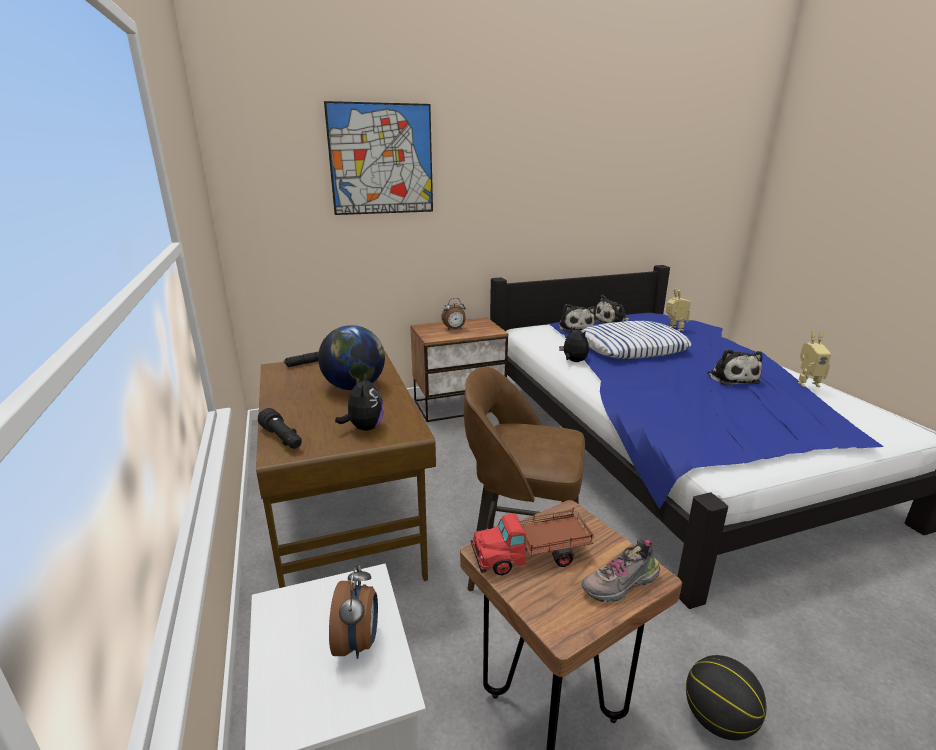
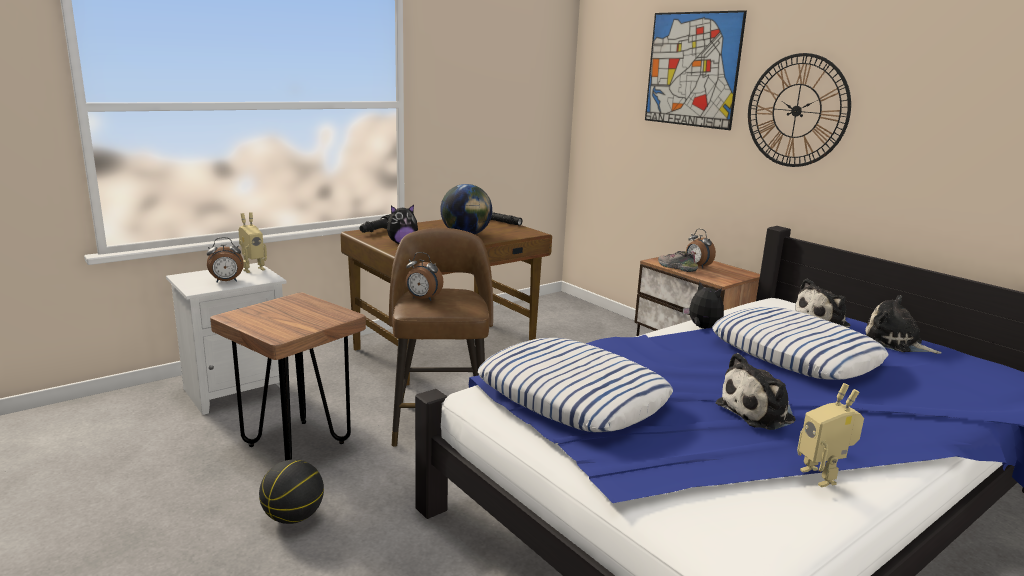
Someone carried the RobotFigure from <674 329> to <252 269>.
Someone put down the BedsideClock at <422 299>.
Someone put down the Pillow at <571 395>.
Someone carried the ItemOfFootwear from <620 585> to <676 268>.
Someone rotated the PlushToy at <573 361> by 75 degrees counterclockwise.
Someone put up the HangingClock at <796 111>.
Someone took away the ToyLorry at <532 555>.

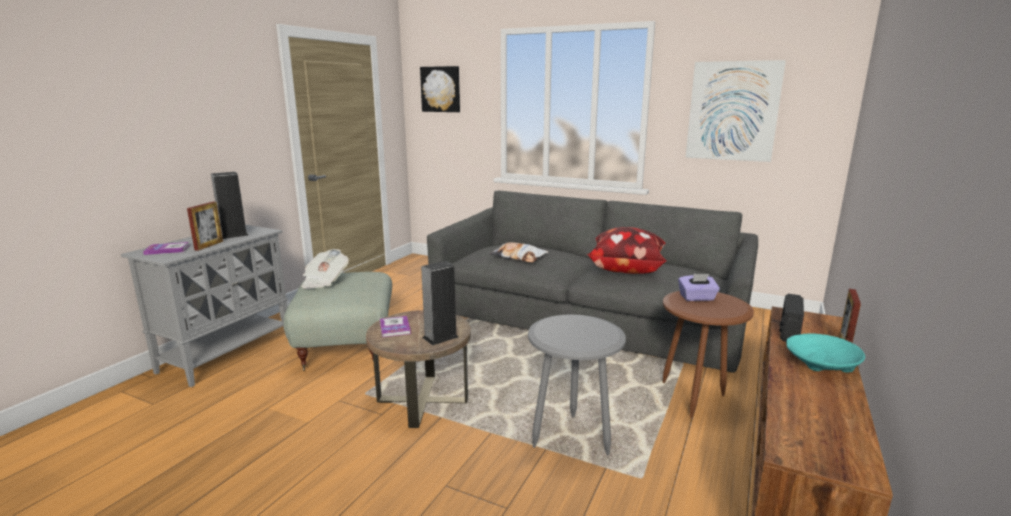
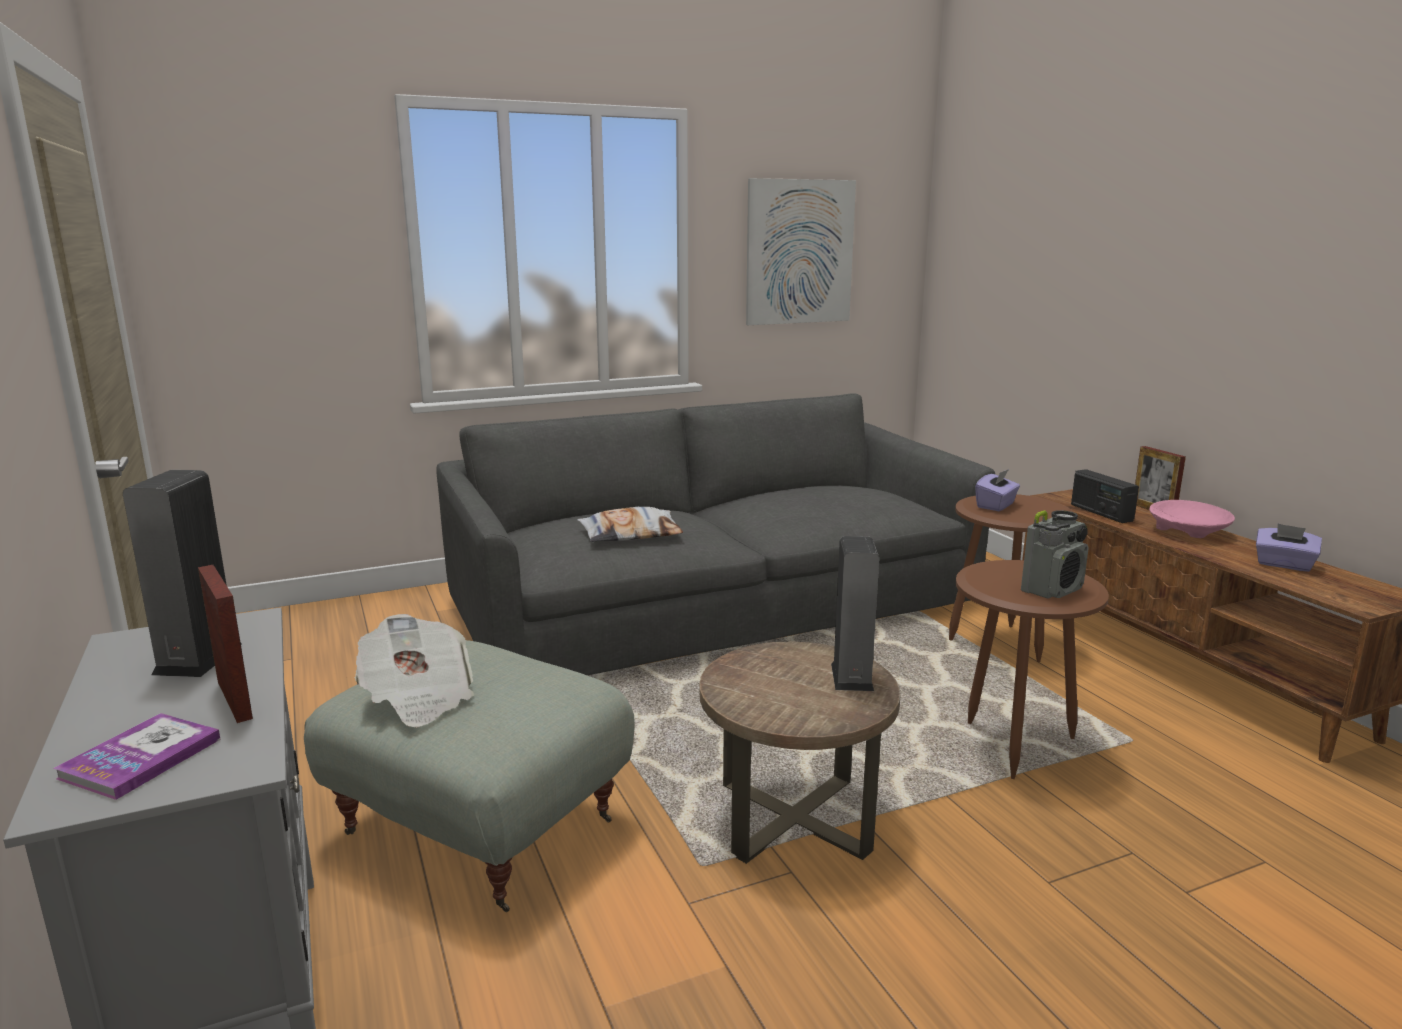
Someone repainted the GraySideTable at <571 437>, which became the BrownColouredSideTable at <1012 744>.
Someone put down the RadioSet at <1052 589>.
Someone repainted the TurquoiseColouredDeepDish at <822 364>, which became the PinkColouredDeepDish at <1189 531>.
Someone put down the PurpleTissueHolder at <1283 564>.
Someone took away the Volume at <395 327>.
Someone took away the WallPicture at <441 89>.
Someone took away the Pillow at <625 269>.

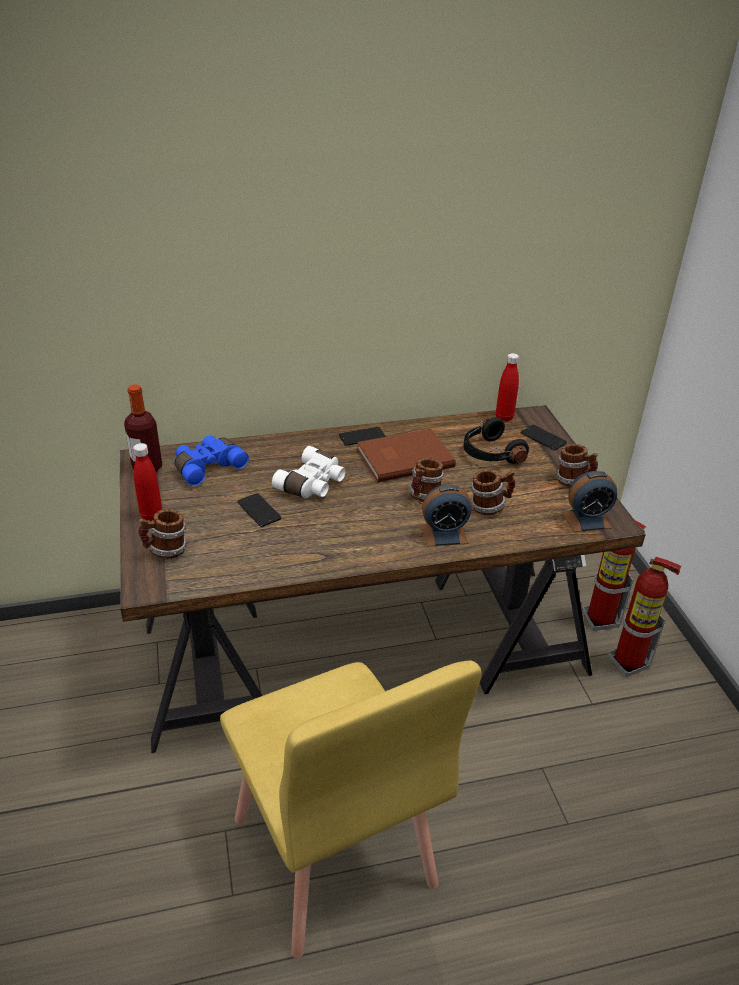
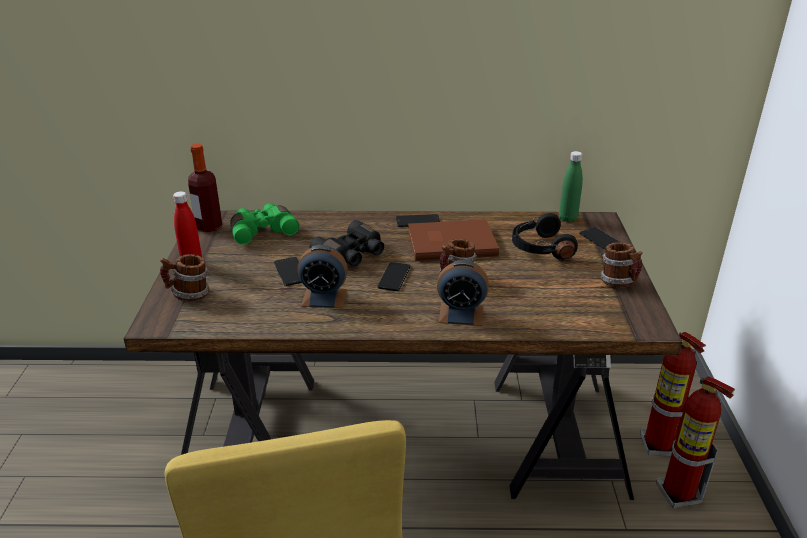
Someone repainted the BlueColouredPairOfBinoculars at <207 466>, which became the GreenPairOfBinoculars at <262 231>.
Someone carried the BedsideClock from <586 520> to <324 298>.
Someone repainted the WhiteColouredPairOfBinoculars at <313 484>, which became the BlackPairOfBinoculars at <352 255>.
Someone put down the Handset at <394 277>.
Someone repainted the ReddishBeverageBottle at <504 417>, which became the GreenBeverageBottle at <567 219>.
Someone took away the TeaMug at <489 507>.

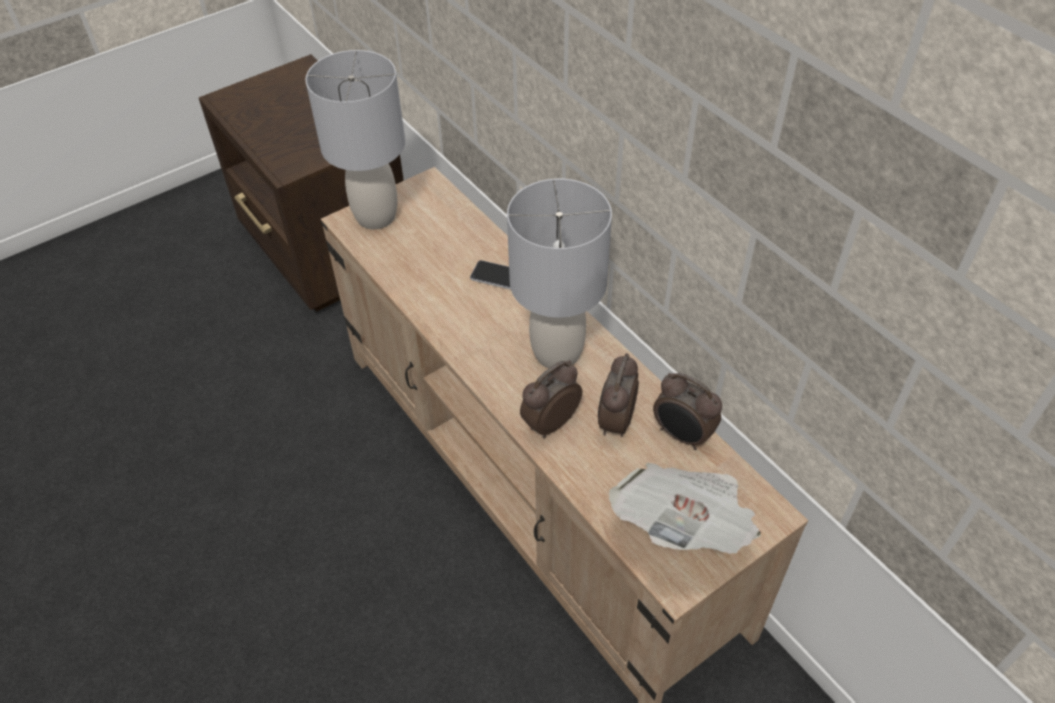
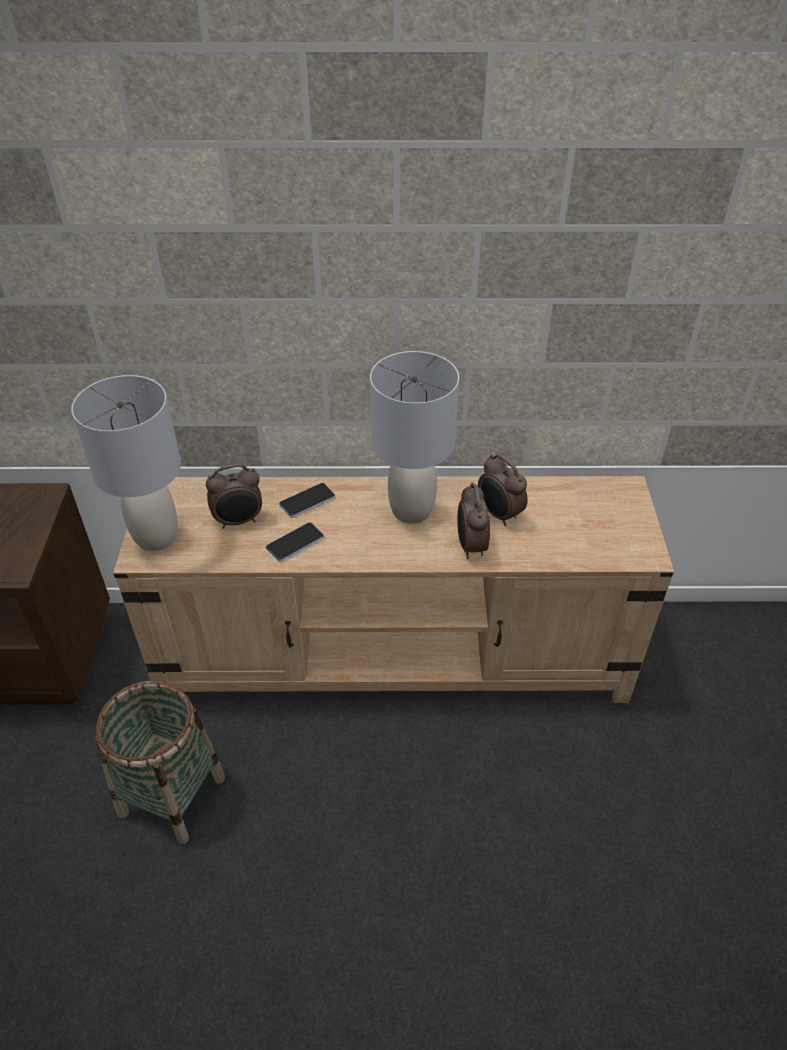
Someone put down the StorageBasket at <172 795>.
Someone carried the BedsideClock from <682 435> to <239 521>.
Someone put down the Handset at <295 543>.
Someone took away the PrintedPaper at <684 525>.

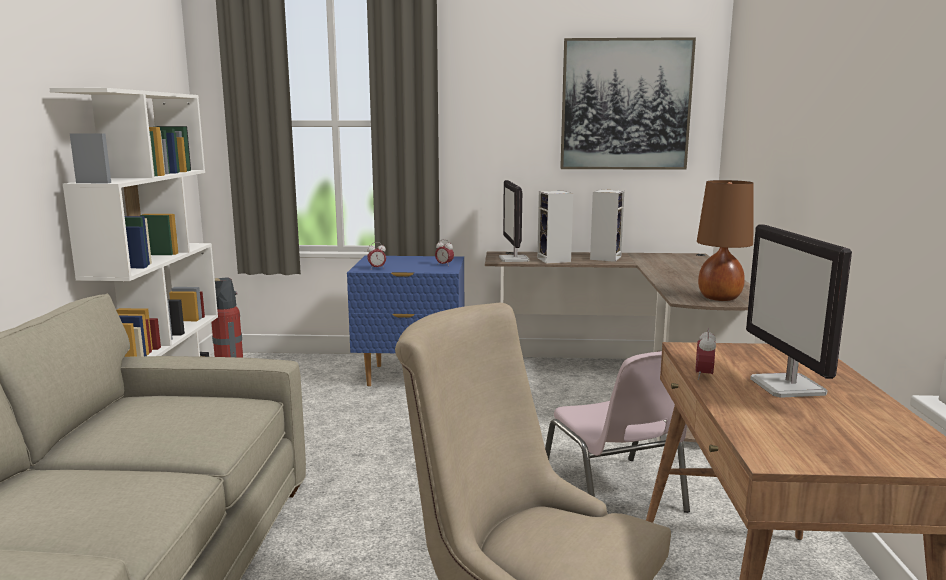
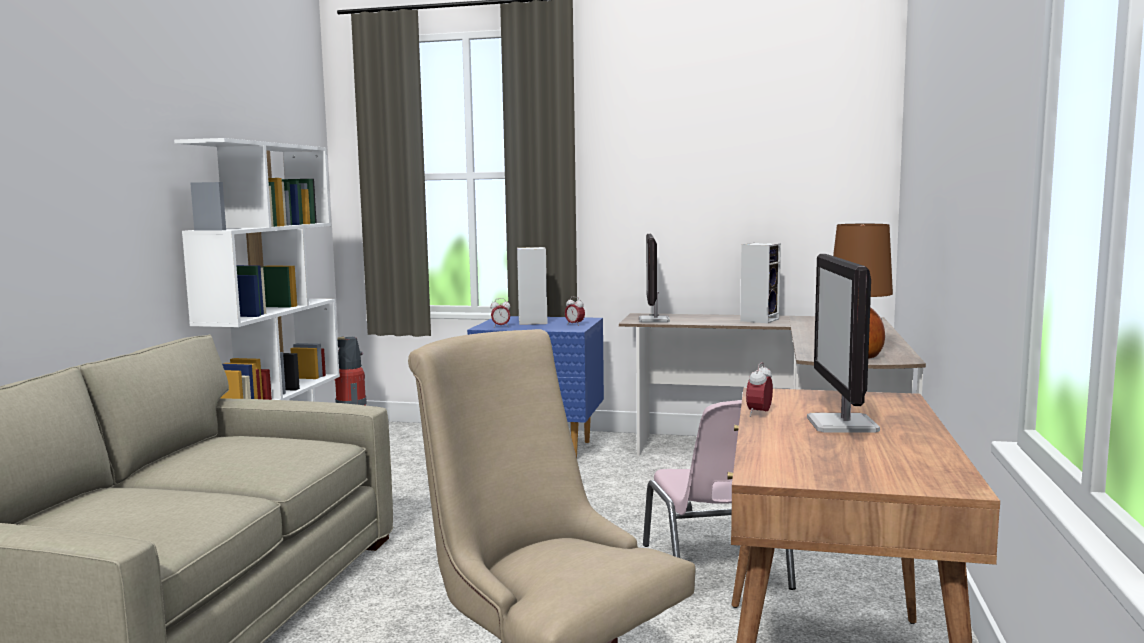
Someone carried the Loudspeaker from <555 260> to <533 322>.
Someone took away the WallPicture at <625 105>.

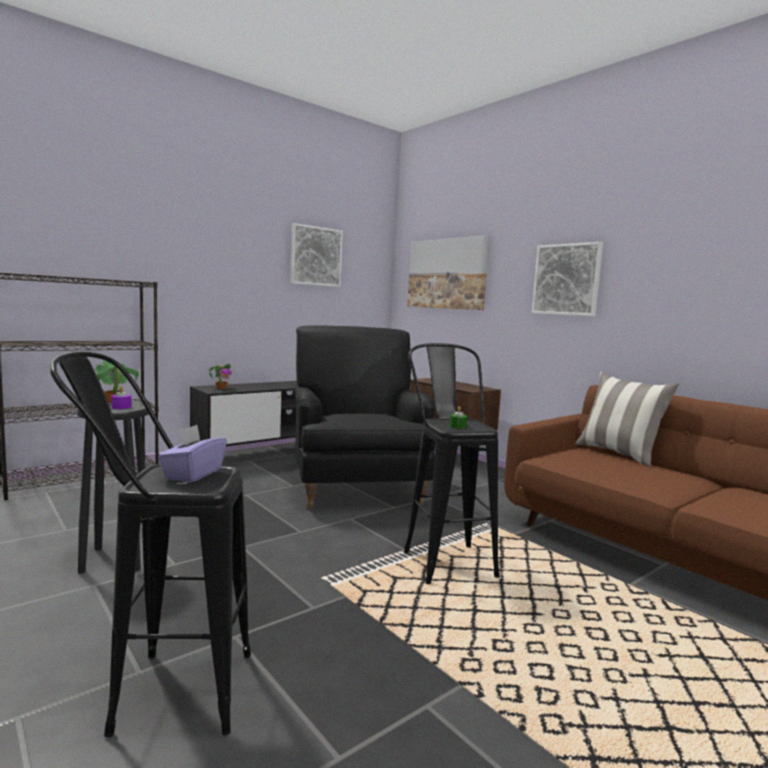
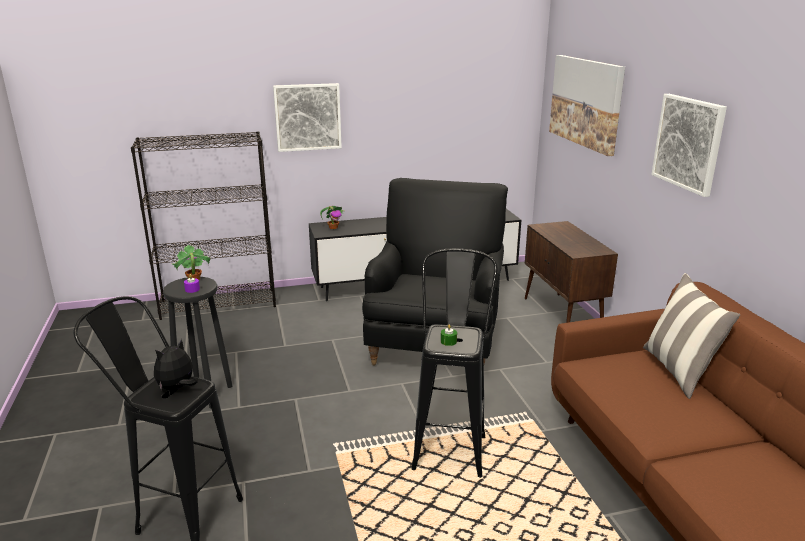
Someone swapped the PurpleTissueHolder at <193 474> for the PlushToy at <177 388>.
Someone carried the WallPicture from <315 256> to <308 117>.

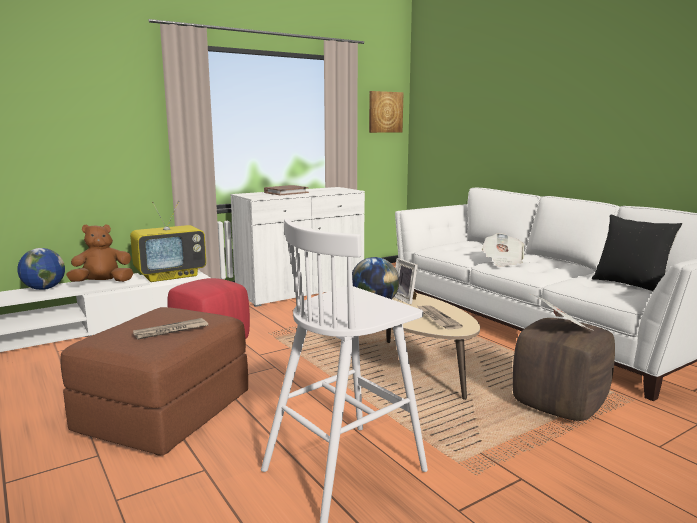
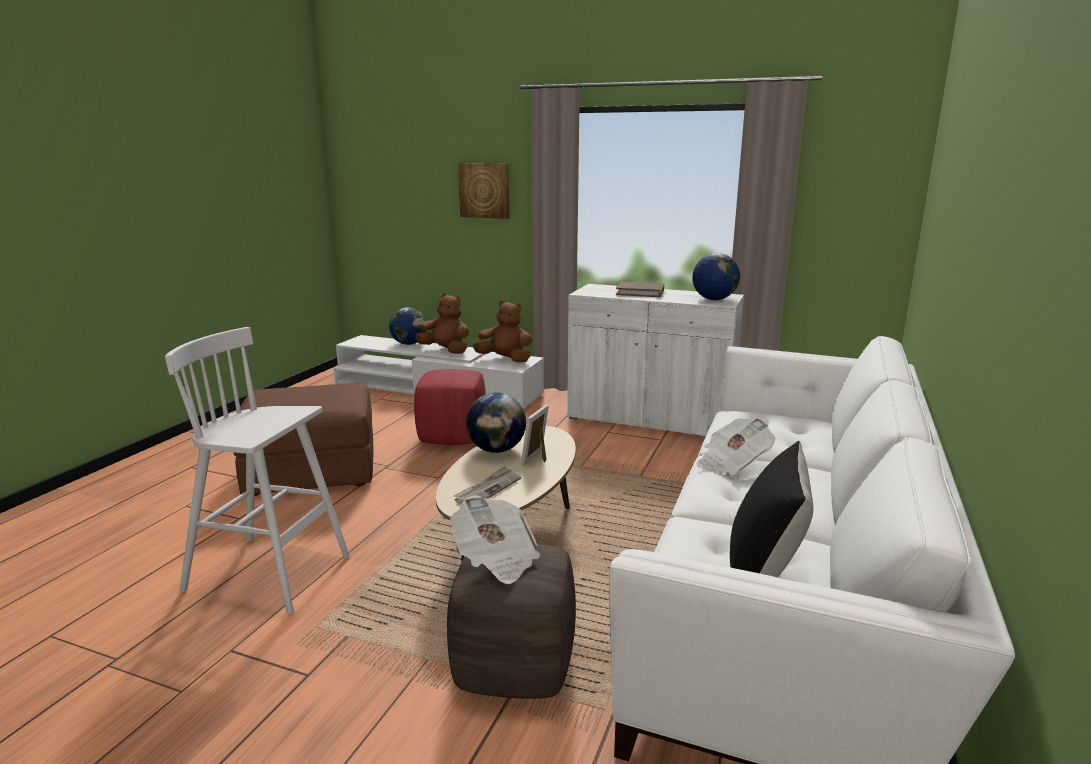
Someone carried the WallPicture from <385 112> to <484 190>.
Someone swapped the TvSet at <171 275> for the BrownColouredPlushToy at <505 359>.
Someone put down the WorldGlobe at <714 299>.
Someone took away the PrintedPaper at <170 331>.

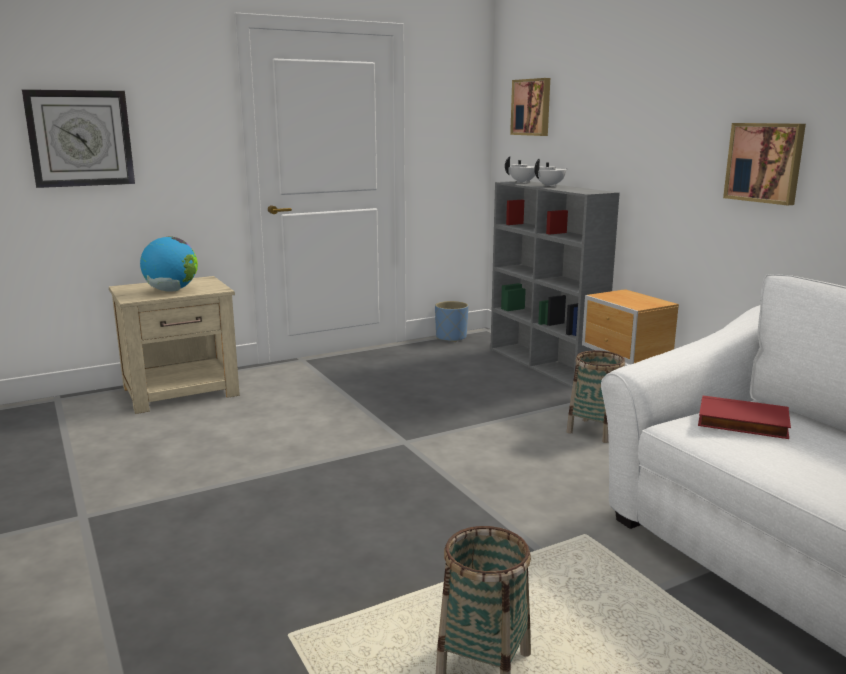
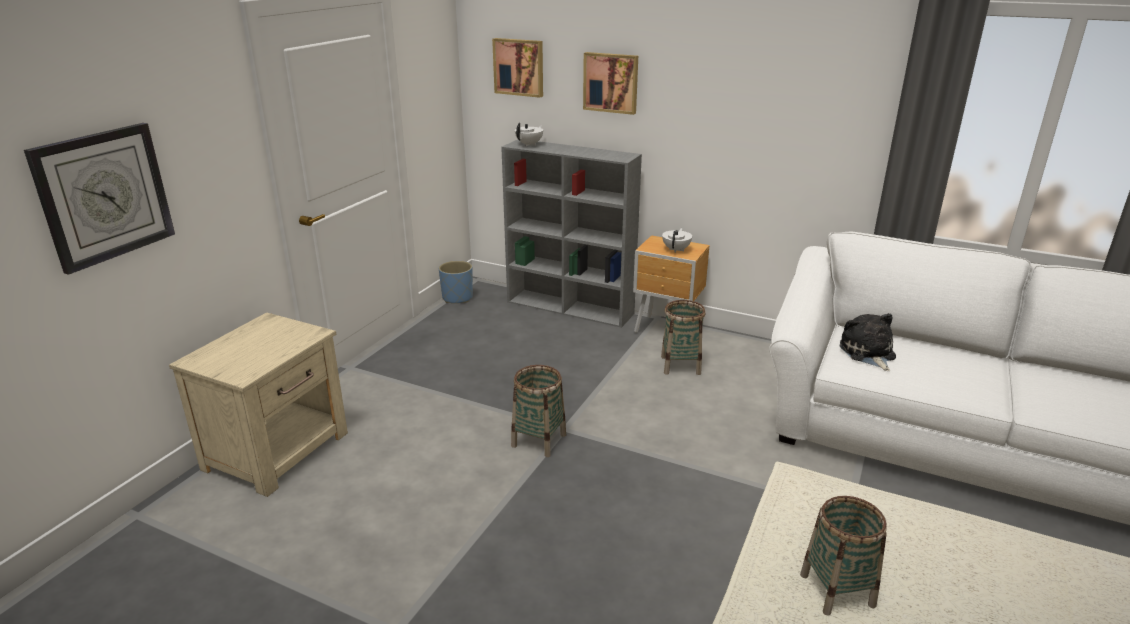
Someone put down the StorageBasket at <538 440>.
Someone carried the WallPicture from <765 162> to <611 82>.
Someone carried the WhiteColouredTeaPot from <550 186> to <676 250>.
Someone swapped the ReddishVolume at <742 423> for the PlushToy at <868 353>.
Someone took away the WorldGlobe at <171 291>.

